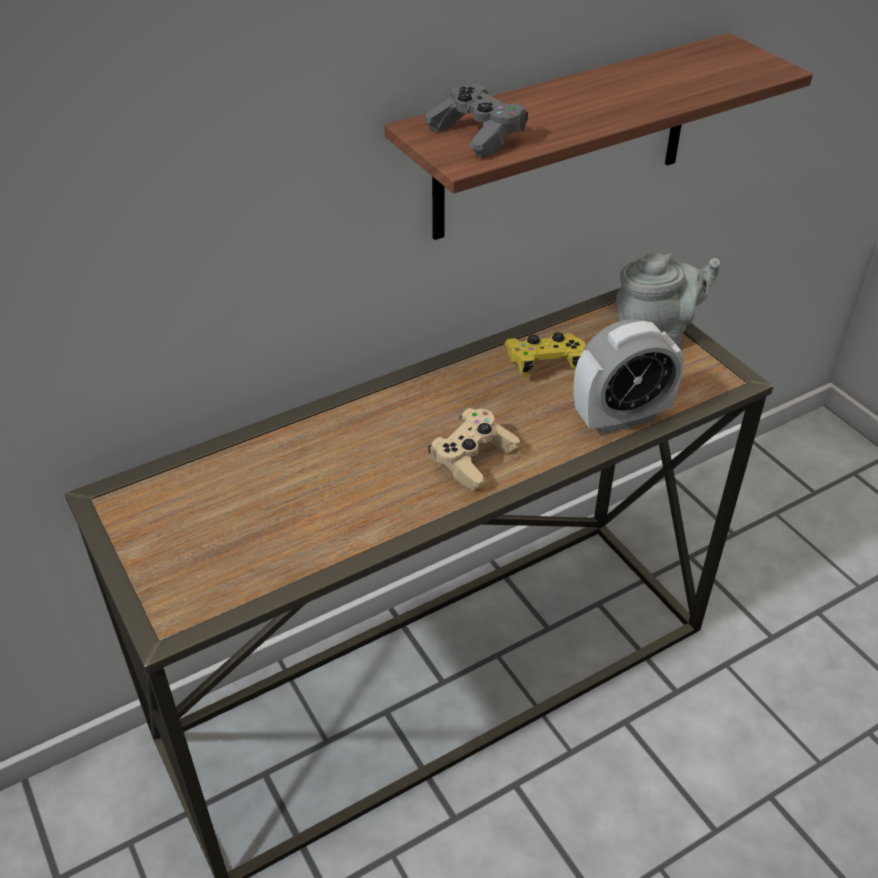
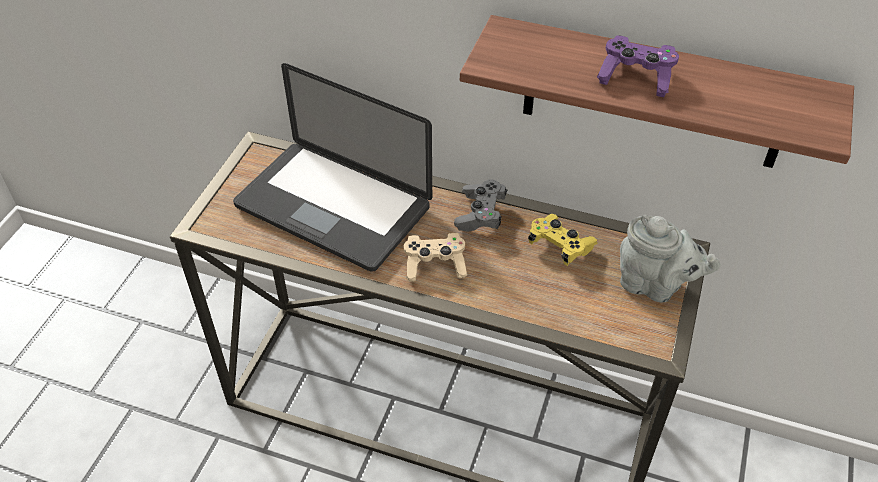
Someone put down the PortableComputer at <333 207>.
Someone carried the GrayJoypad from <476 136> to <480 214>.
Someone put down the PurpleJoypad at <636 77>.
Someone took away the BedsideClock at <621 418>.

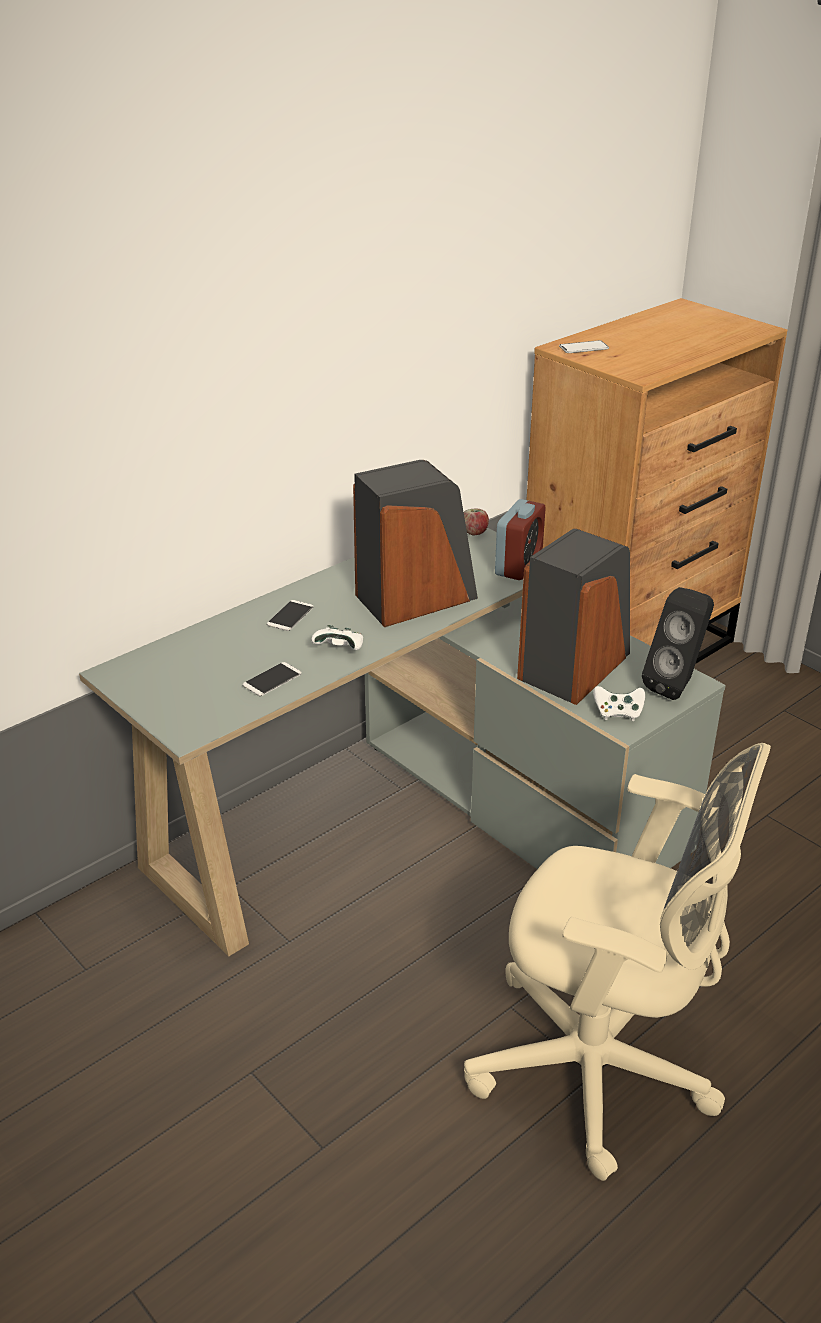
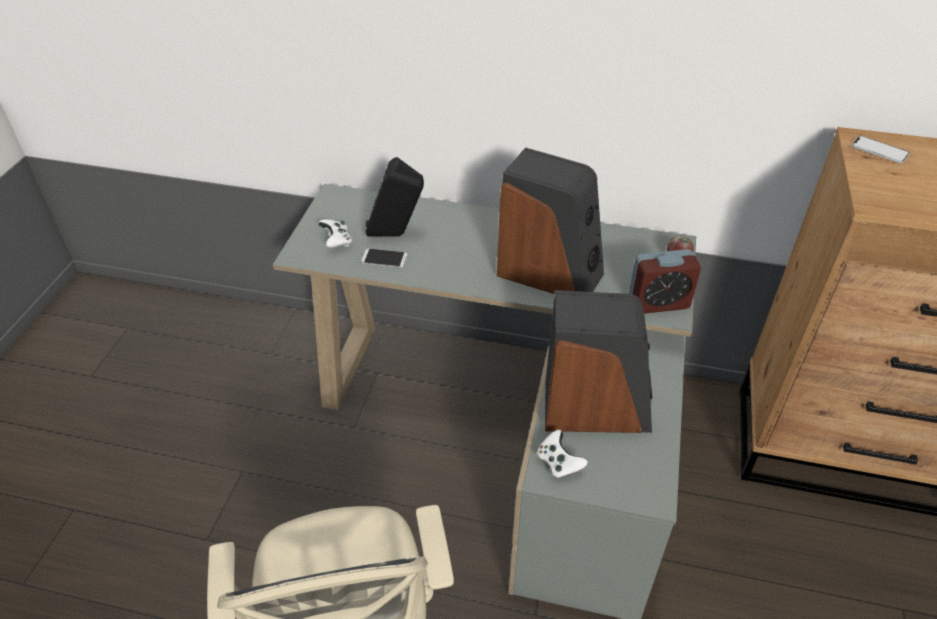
Someone carried the WhiteColouredJoypad from <340 649> to <337 242>.
Someone carried the BlackLoudspeaker from <676 685> to <396 235>.
Someone took away the Handset at <290 616>.

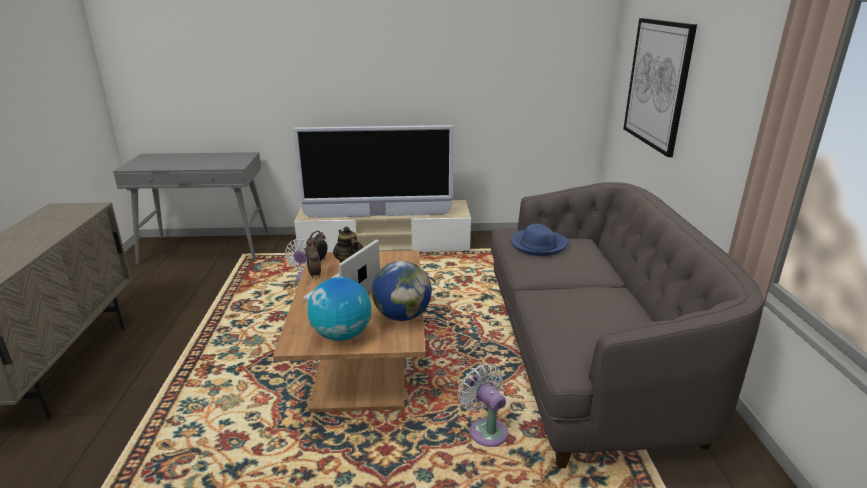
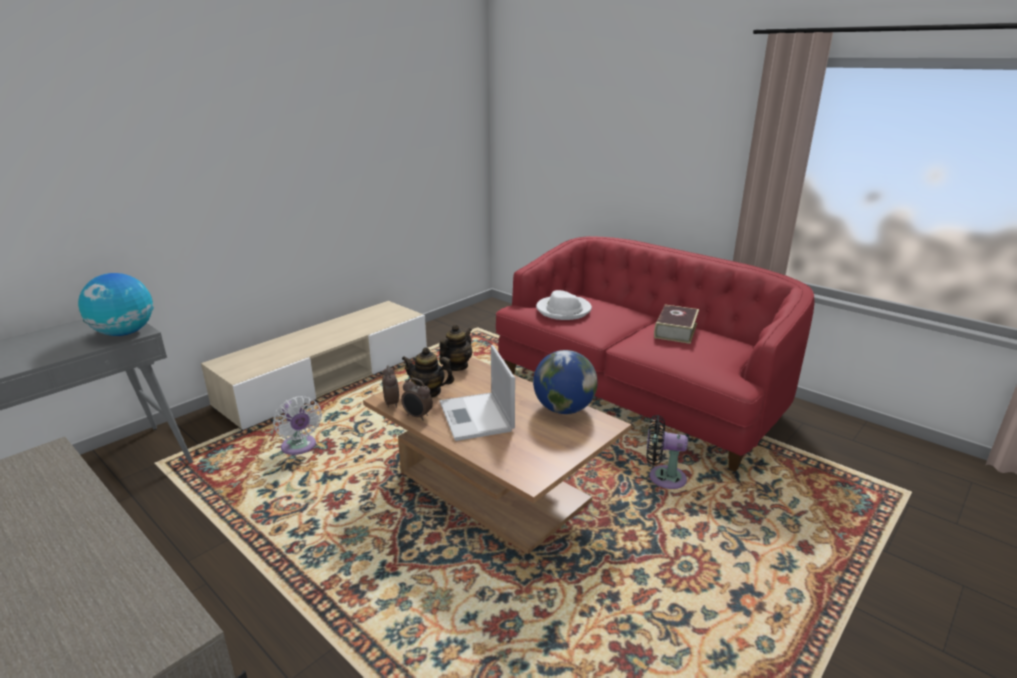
Someone carried the WorldGlobe from <341 335> to <124 333>.
Someone put down the TeaPot at <456 366>.
Someone repainted the GrayCouch at <585 358>, which became the ReddishCouch at <639 394>.
Someone repainted the BlueColouredClothingHat at <538 245>, which became the WhiteColouredClothingHat at <563 310>.
Someone repainted the WhiteColouredFan at <486 430>, which became the BlackFan at <663 477>.
Someone put down the Volume at <675 330>.
Someone took away the TvSet at <378 215>.
Someone took away the WallPicture at <657 84>.

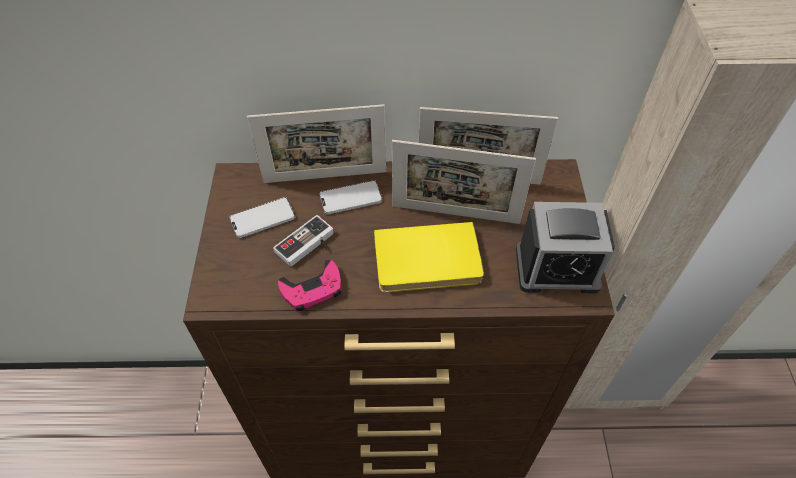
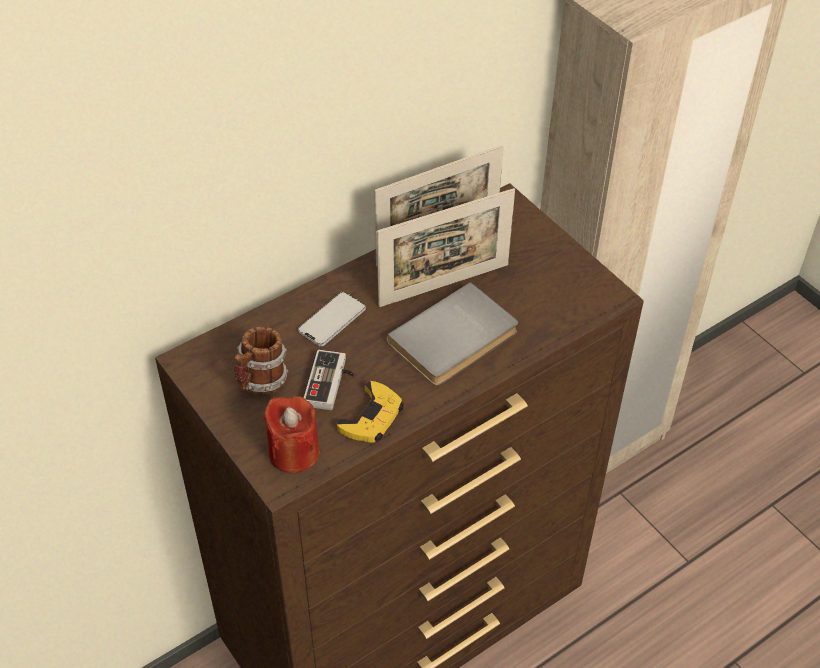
Someone swapped the Handset at <262 218> for the TeaMug at <261 383>.
Someone put down the ReddishWaxCandle at <294 452>.
Someone repainted the PinkColouredJoypad at <312 289>, which became the YellowJoypad at <372 417>.
Someone repainted the YellowVolume at <427 262>, which became the GrayVolume at <456 339>.
Someone took away the StandingFrame at <325 177>.
Someone took away the BedsideClock at <556 268>.

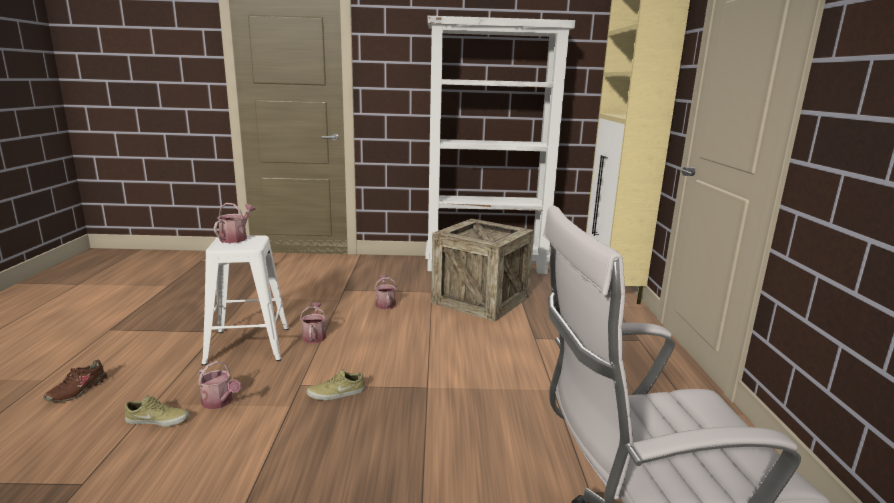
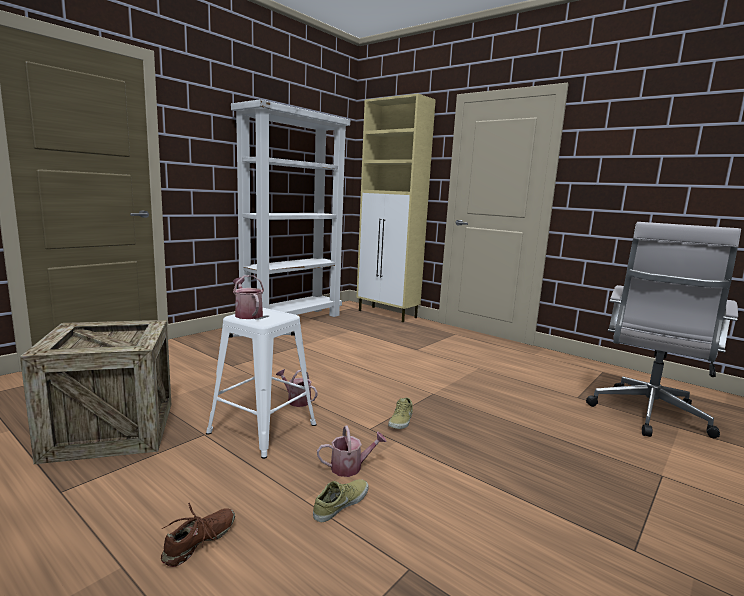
Someone carried the ShippingCrate from <480 300> to <111 430>.
Someone rotated the BrownColouredItemOfFootwear at <77 390> by 120 degrees counterclockwise.
Someone took away the WateringCan at <385 304>.

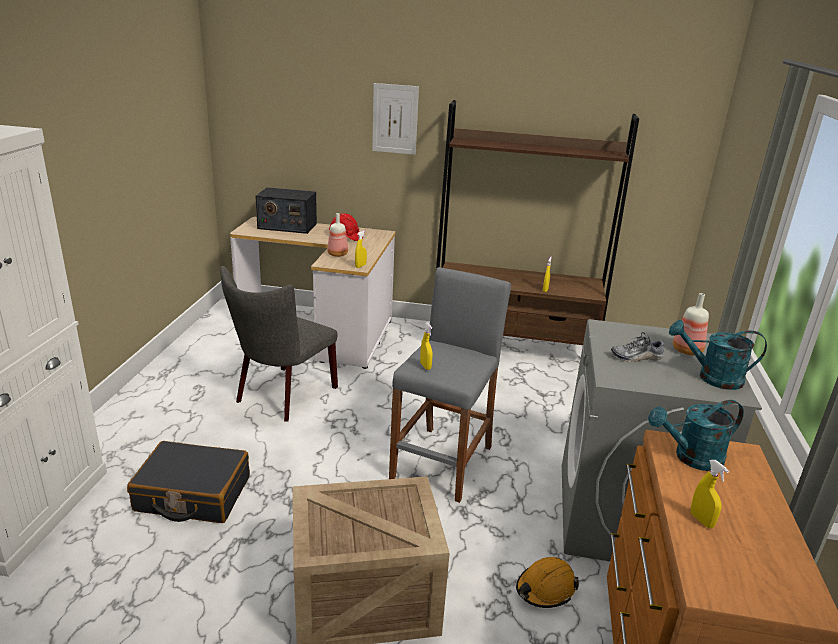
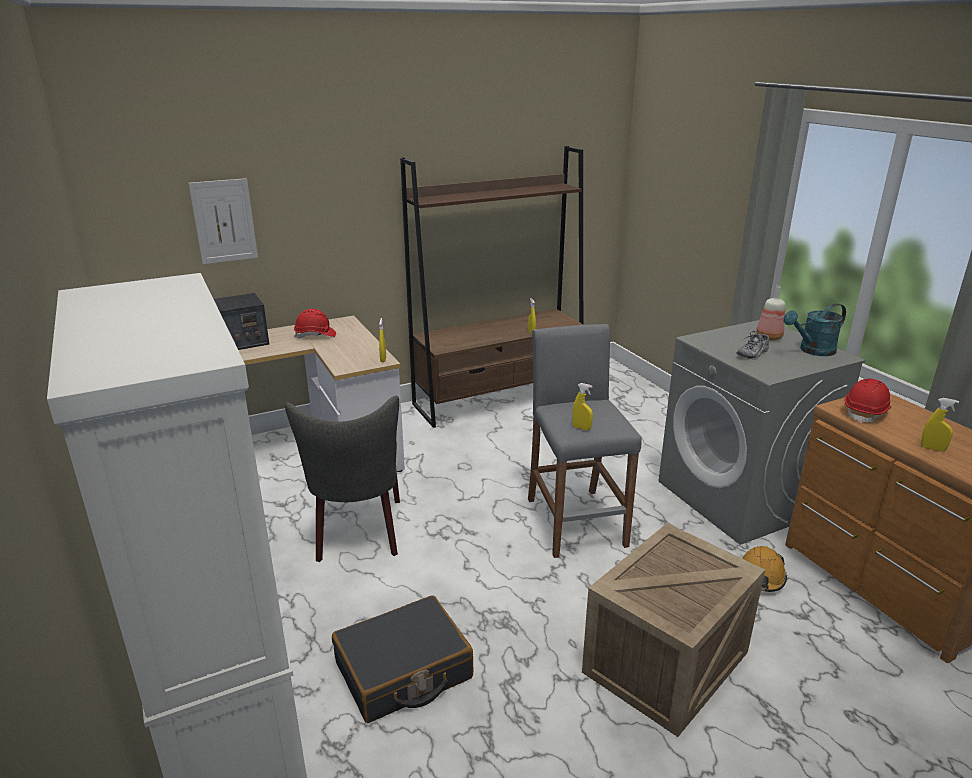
Someone carried the WallPicture from <395 119> to <224 221>.
Someone swapped the TurquoiseColouredWateringCan at <691 458> for the ReddishSafetyHelmet at <866 412>.
Someone took away the BeverageBottle at <337 254>.

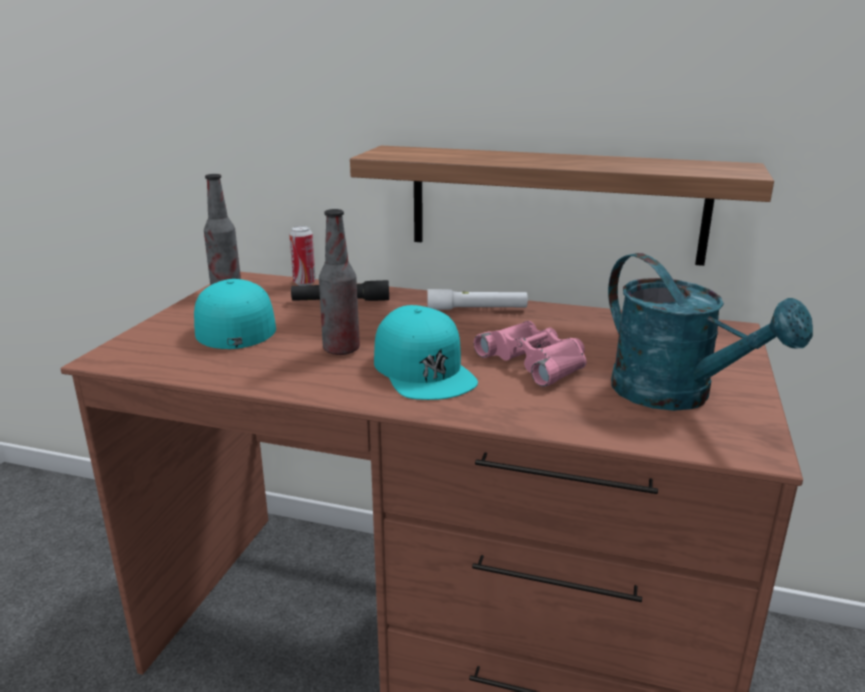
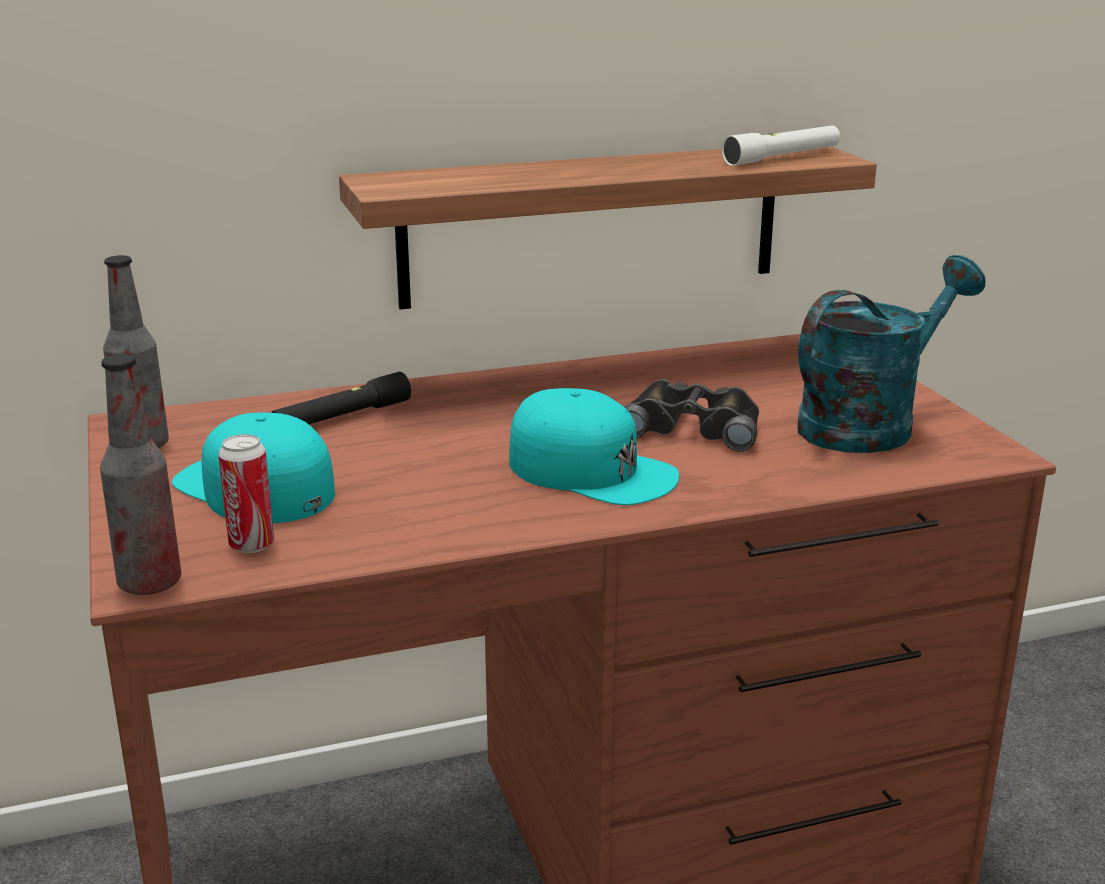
Someone carried the BeverageBottle from <341 350> to <150 583>.
Someone carried the SealedCan from <304 282> to <251 545>.
Someone repainted the PinkColouredPairOfBinoculars at <535 361>, which became the BlackPairOfBinoculars at <692 427>.
Someone carried the WhiteColouredTorch from <477 309> to <782 157>.
Someone rotated the TurquoiseColouredWateringCan at <676 396> by 60 degrees counterclockwise.

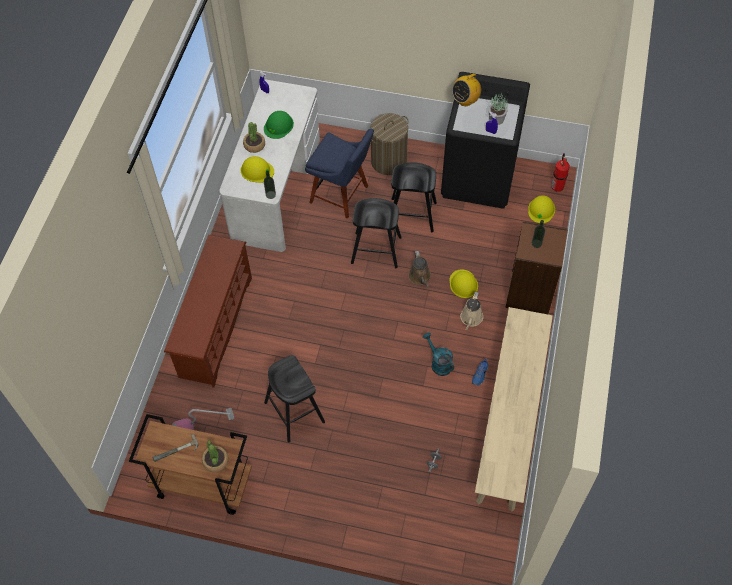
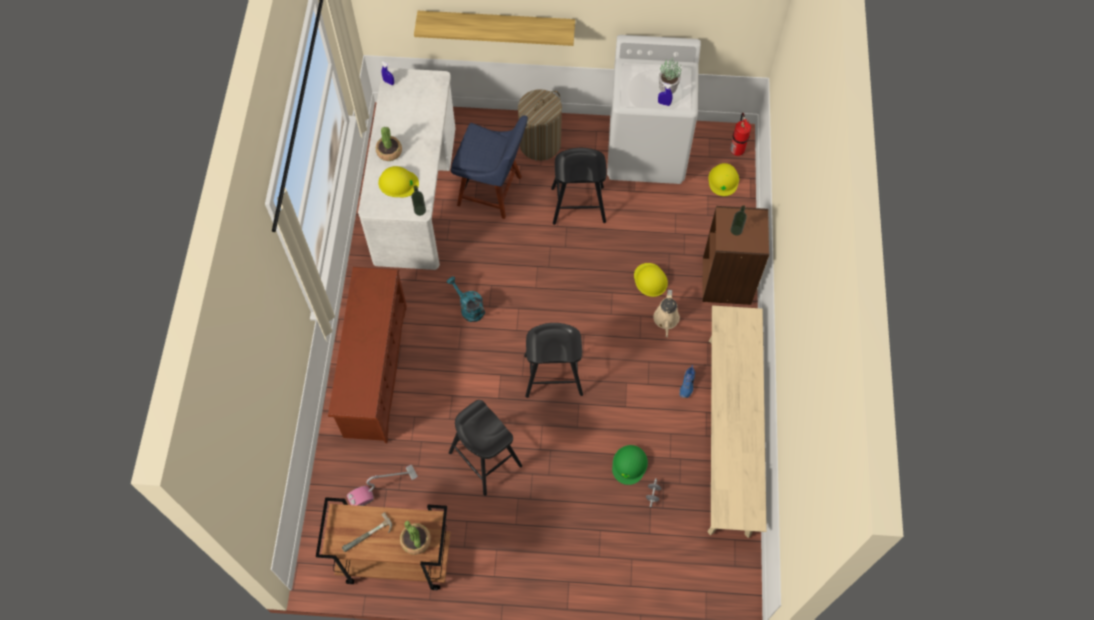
Someone put up the WallShelf at <496 25>.
Someone carried the TurquoiseColouredWateringCan from <438 363> to <469 308>.
Someone carried the BlackStool from <376 250> to <553 375>.
Someone repainted the BlackLaundryAppliance at <479 178>, which became the WhiteColouredLaundryAppliance at <647 151>.
Someone carried the GreenSafetyHelmet from <278 125> to <629 464>.
Someone took away the BrownColouredWateringCan at <420 277>.
Someone took away the RadioSet at <465 101>.

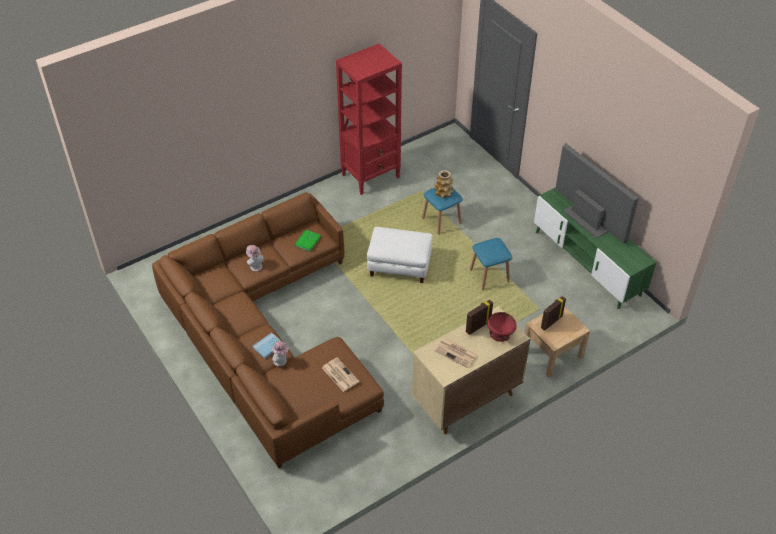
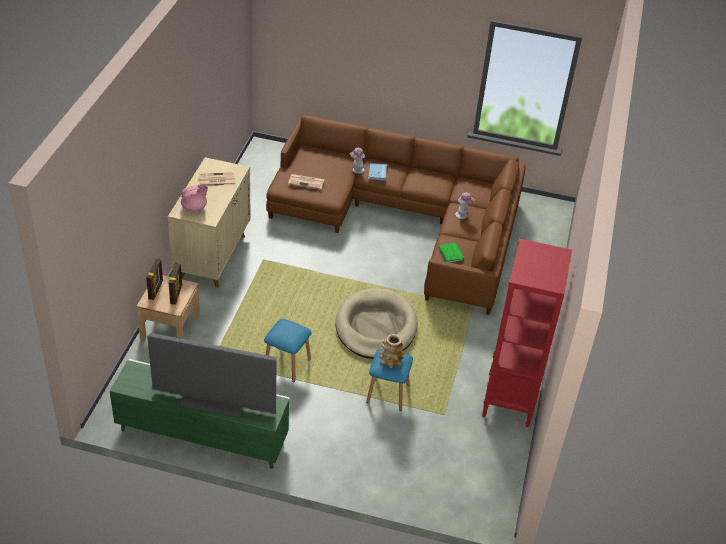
Someone carried the StandingFrame from <477 326> to <156 290>.
Someone swapped the ReddishDeepDish at <500 334> for the PinkColouredTeaPot at <194 208>.
Someone swapped the WhiteColouredOttoman at <400 265> for the SandColouredPetBed at <376 327>.

